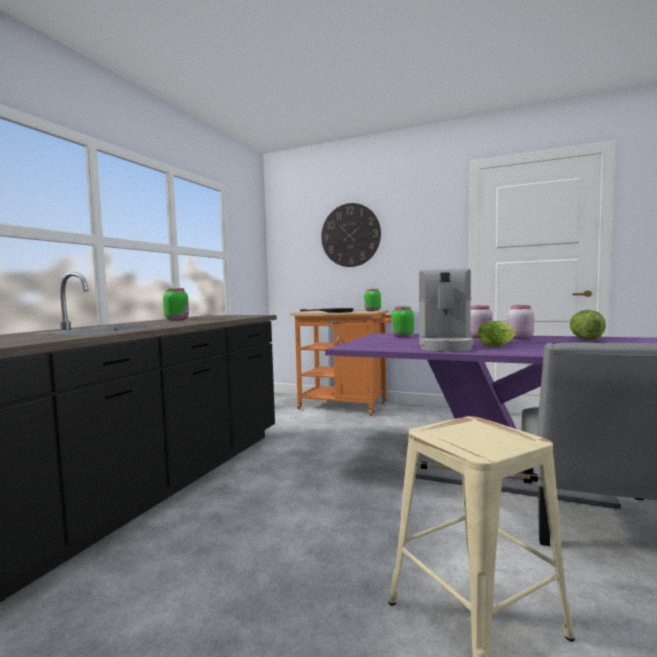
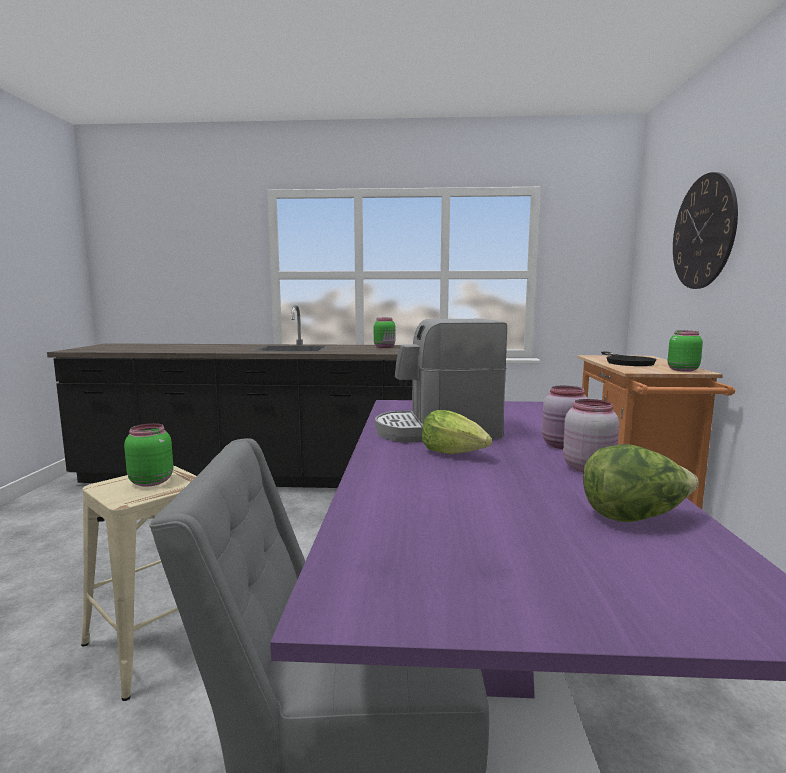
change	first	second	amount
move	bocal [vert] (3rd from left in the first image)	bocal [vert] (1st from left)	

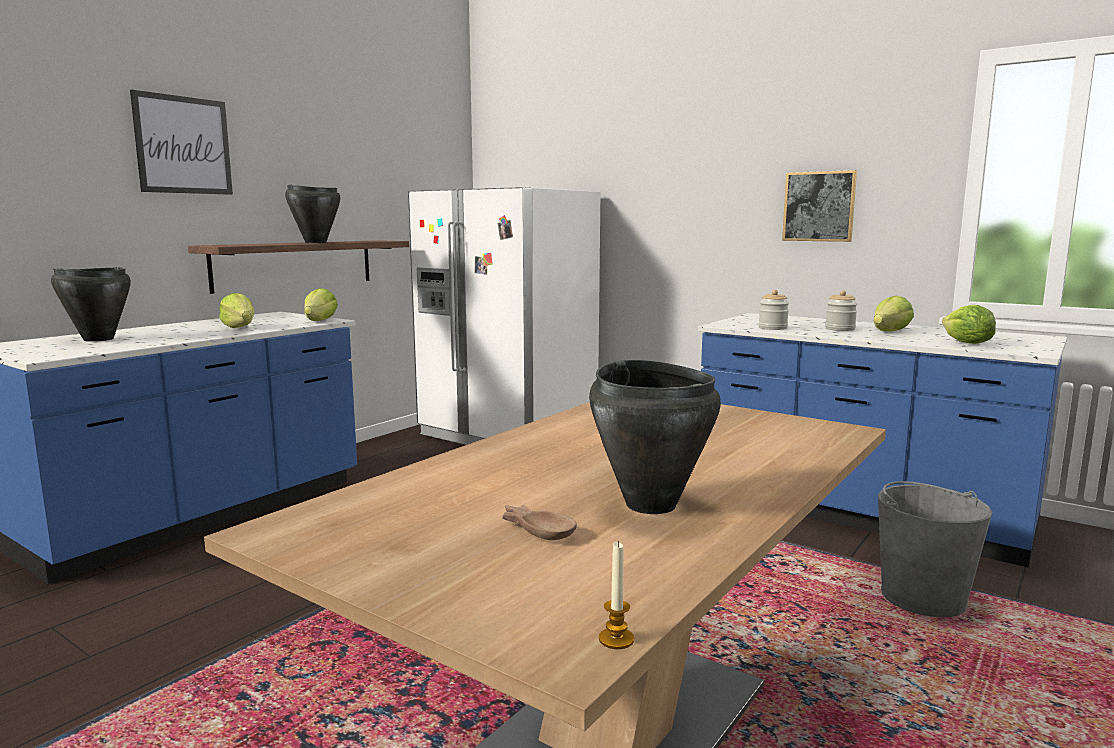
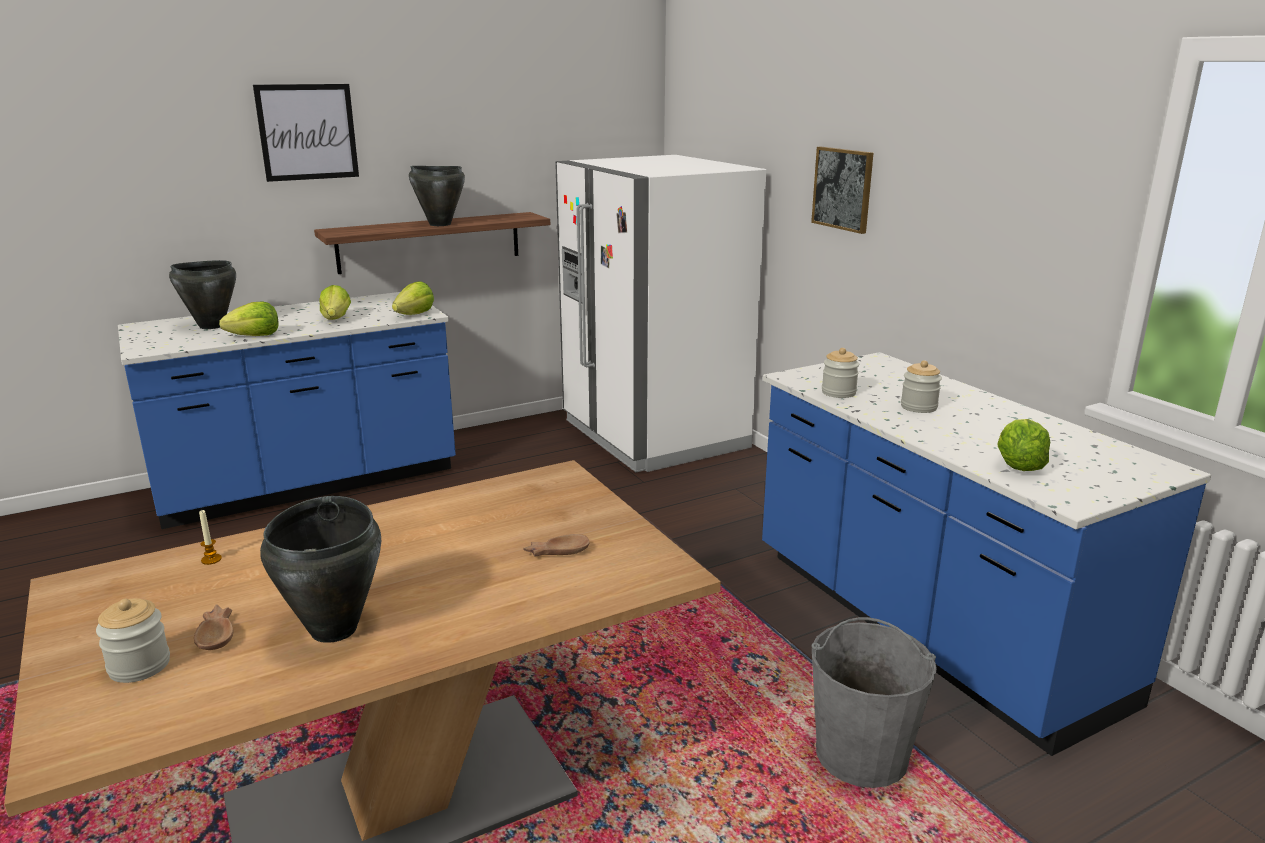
change	first	second	amount
insert		bocal (1st from left)	
insert		bol [marron] (2nd from left)	
move	bougie		
move	tableau (2nd from left)		
move	laitue (3rd from left in the first image)	laitue (1st from left)	

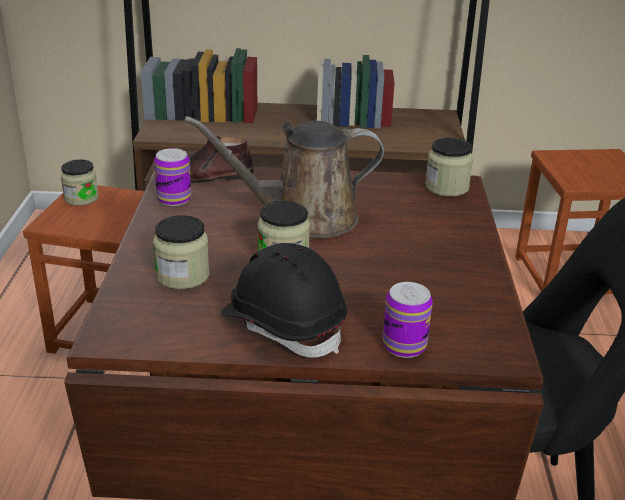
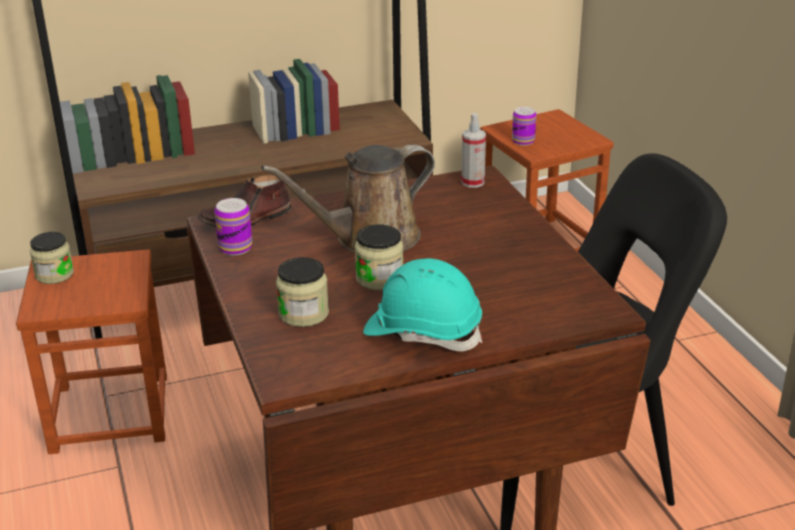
change	first	second	amount
move	boîte métallique (2nd from left)		
replace	bocal (4th from left)	vaporisateur	
recolor	casque de chantier [noir]	casque de chantier [turquoise]	

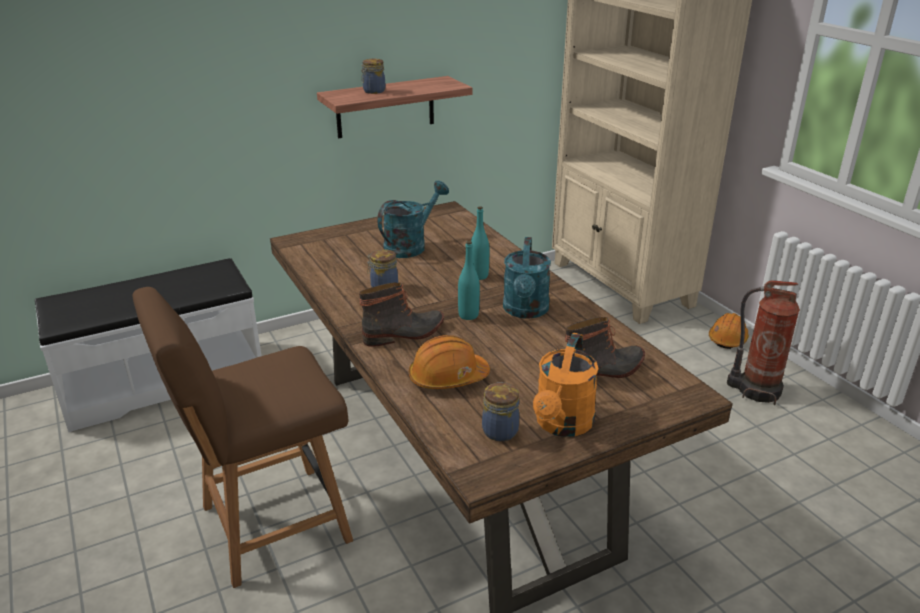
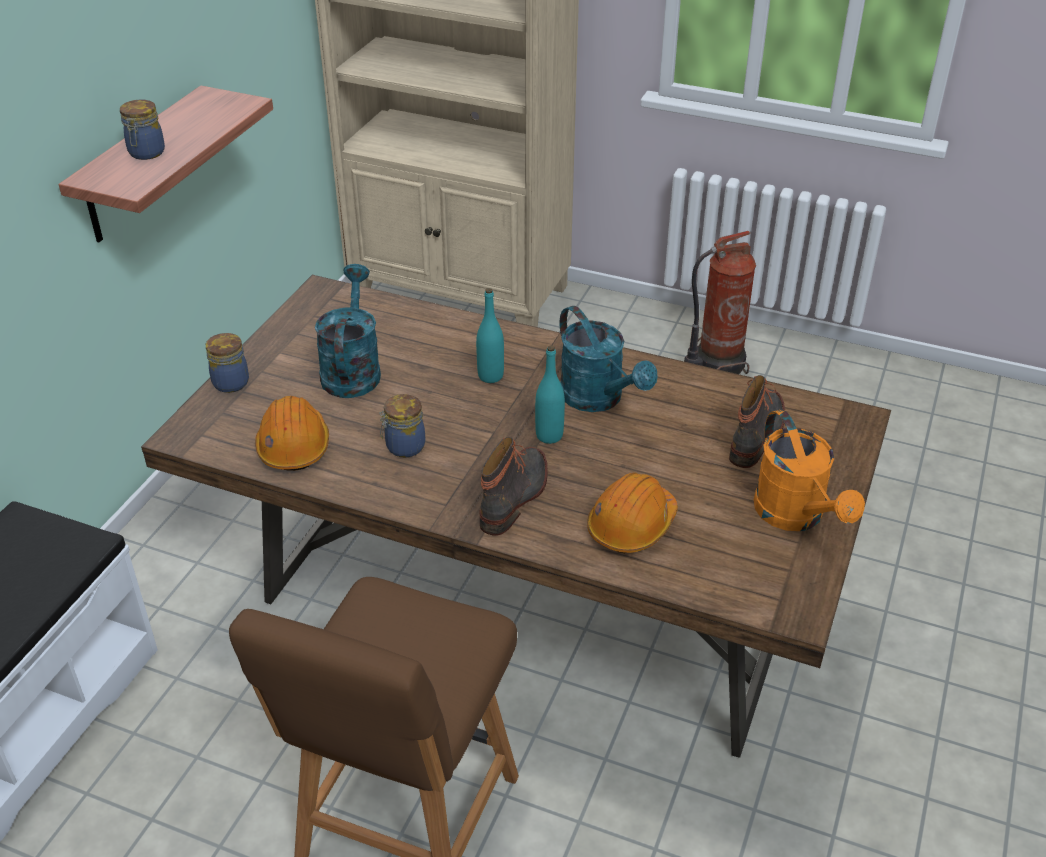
change	first	second	amount
move	bocal (3rd from left in the first image)	bocal (2nd from left)	
move	casque de chantier [orange] (2nd from left in the first image)	casque de chantier [orange] (1st from left)	

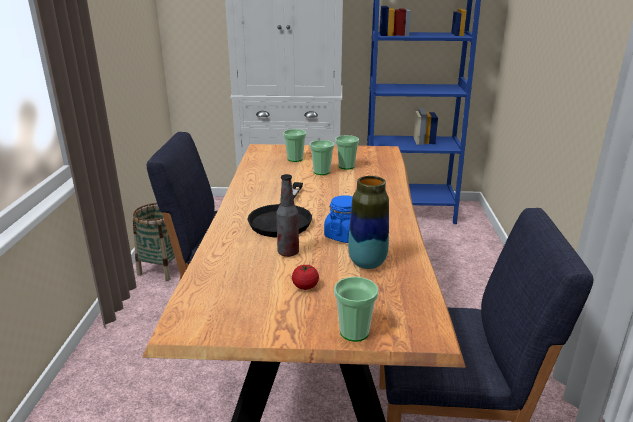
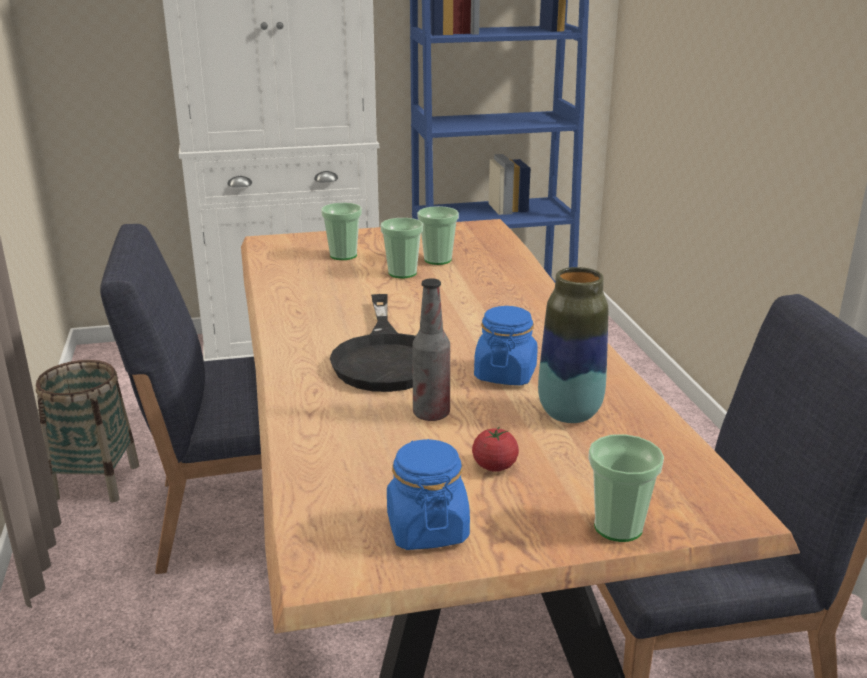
change	first	second	amount
insert		bocal [bleu] (1st from left)	

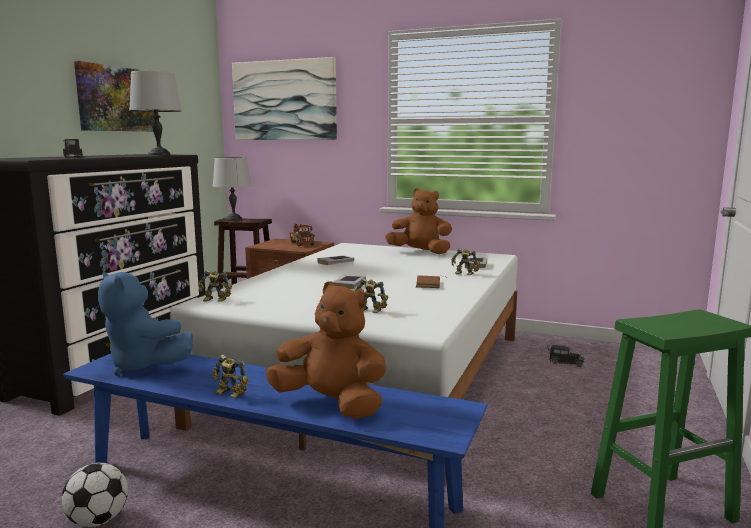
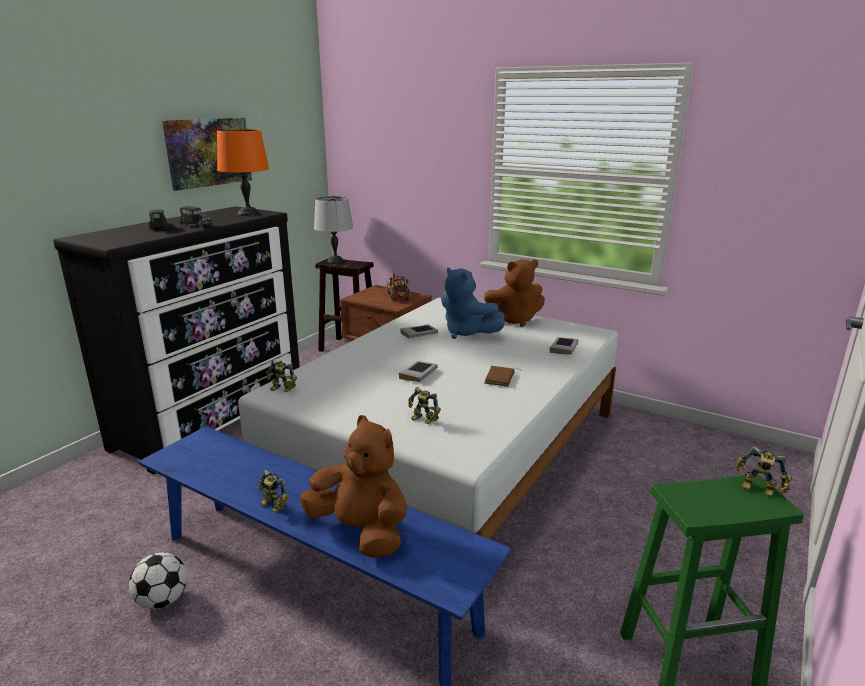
change	first	second	amount
delete	tableau (2nd from left)		
move	peluche [bleu]		
move	robot jouet (4th from left)		
move	camion jouet (3rd from left in the first image)	camion jouet (2nd from left)	
recolor	lampe de table [gris] (1st from left)	lampe de table [orange]	
rotate	peluche [marron] (2nd from left)		135 degrees clockwise

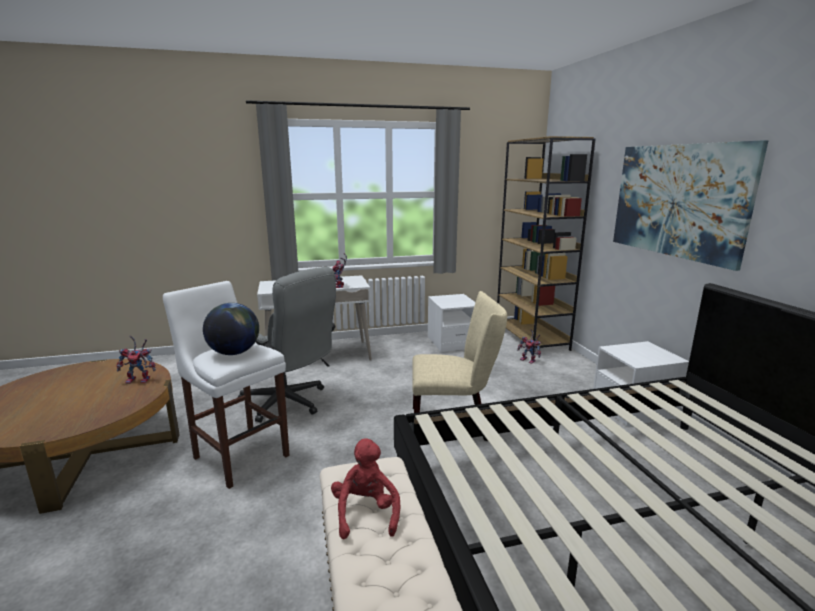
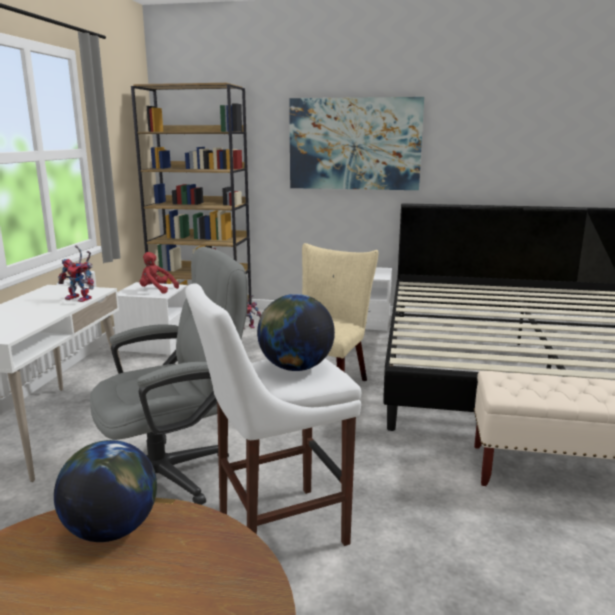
change	first	second	amount
move	peluche [rouge]		
replace	robot jouet (1st from left)	globe (1st from left)	

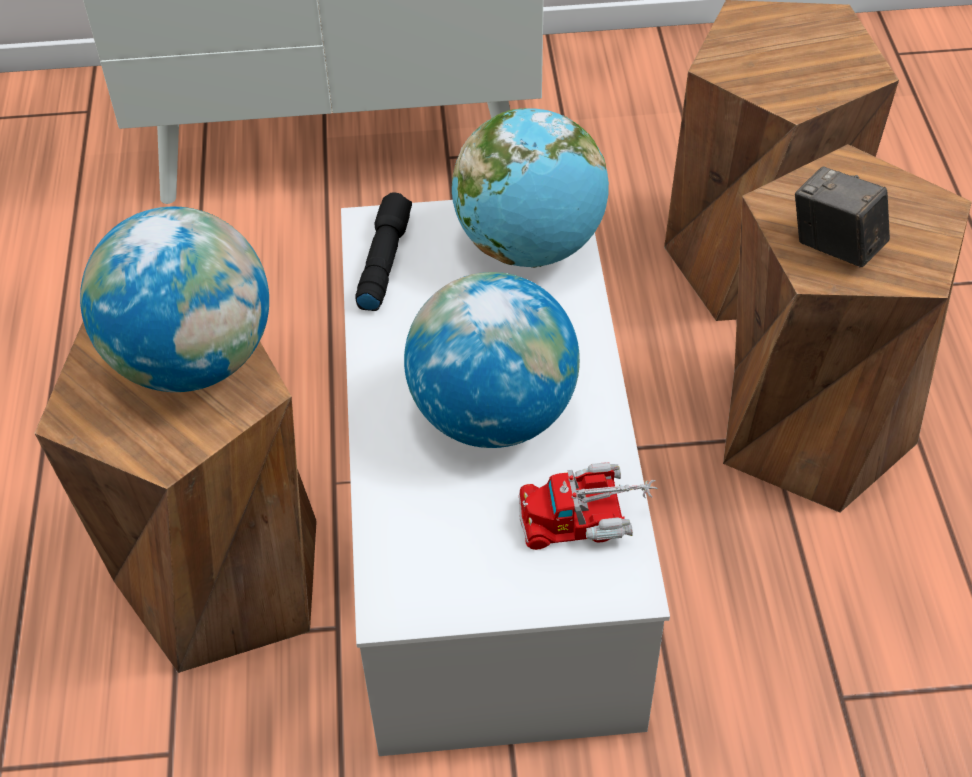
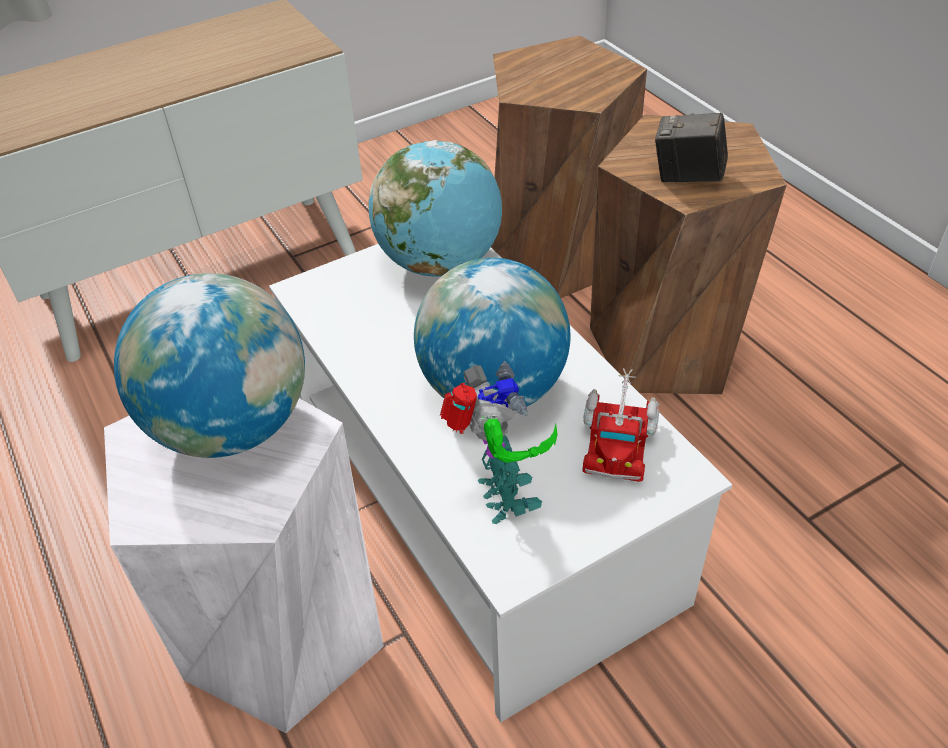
change	first	second	amount
delete	lampe de poche [noir]		
insert		robot jouet	
recolor	tabouret [marron] (1st from left)	tabouret [blanc]	
rotate	camion jouet		45 degrees counterclockwise

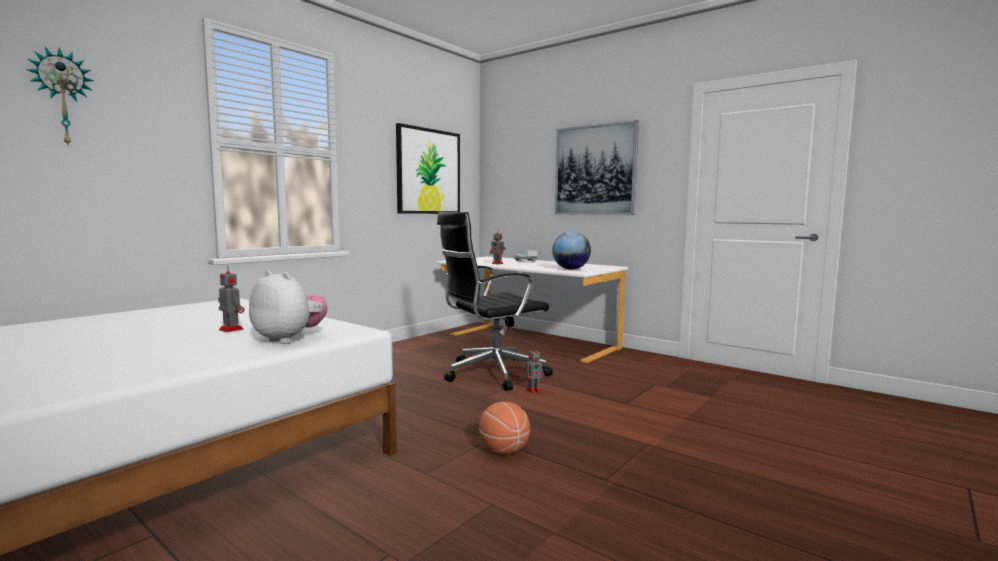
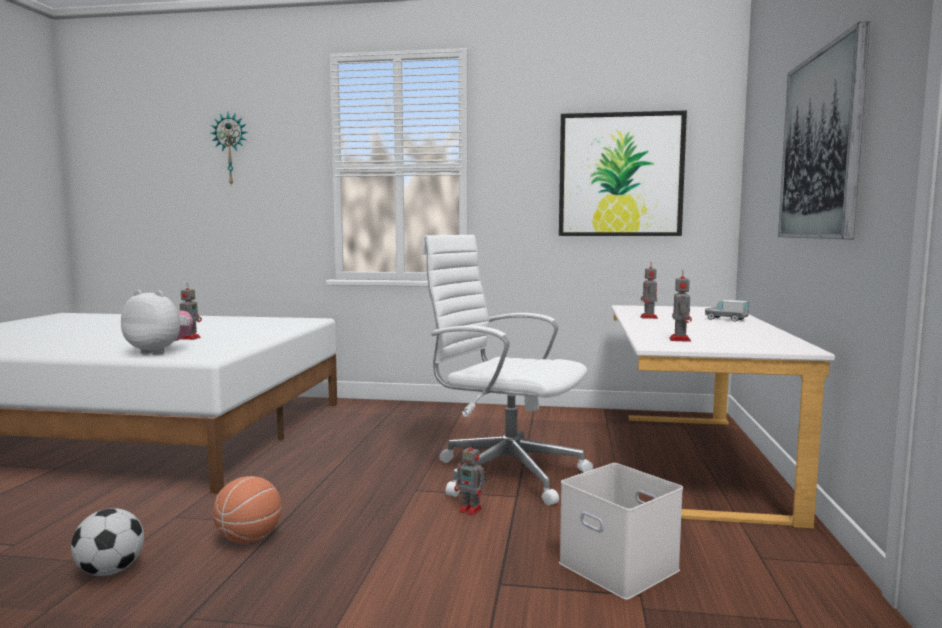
change	first	second	amount
insert		ballon de foot	
insert		boîte de rangement [blanc]	
replace	globe	robot jouet (4th from left)	
recolor	chaise de bureau [noir]	chaise de bureau [blanc]	
rotate	peluche		75 degrees counterclockwise

